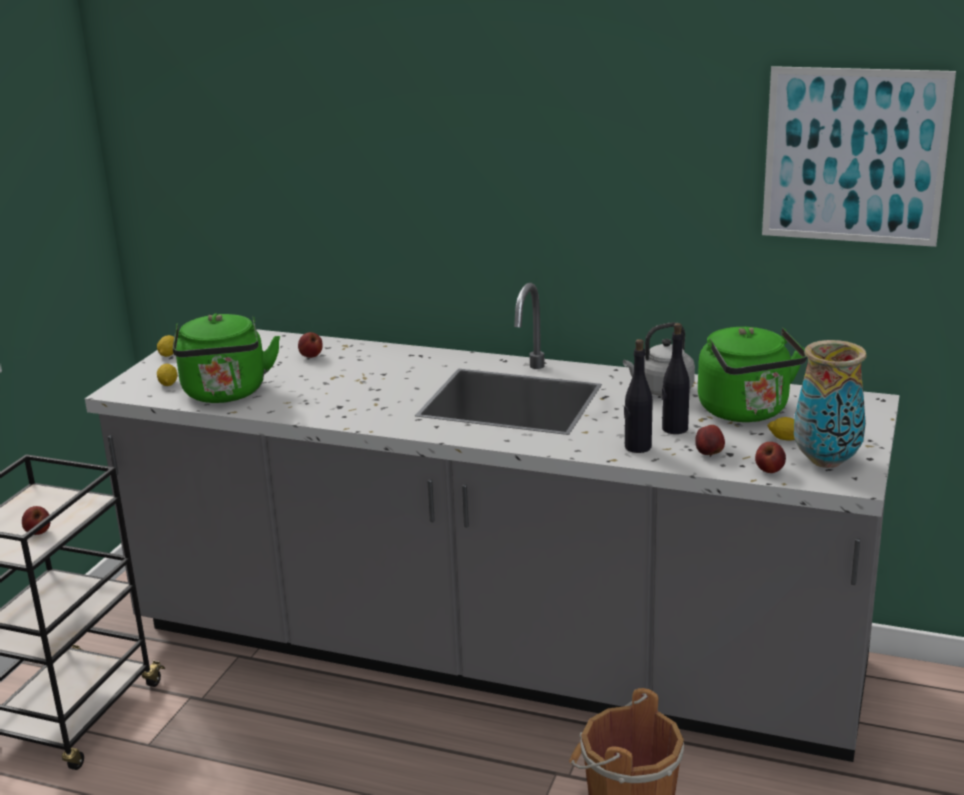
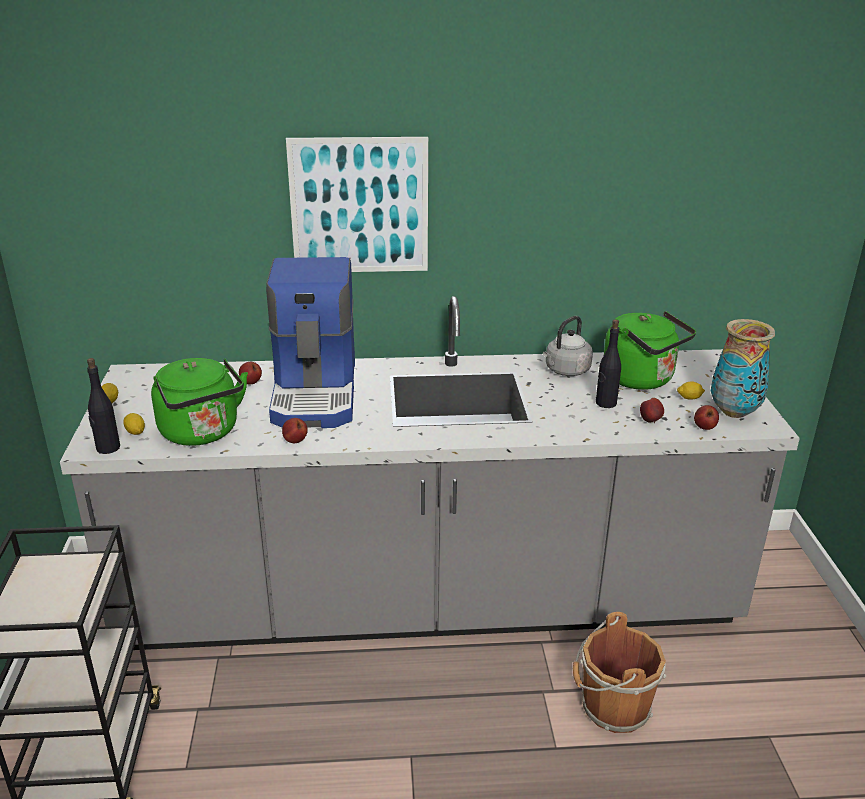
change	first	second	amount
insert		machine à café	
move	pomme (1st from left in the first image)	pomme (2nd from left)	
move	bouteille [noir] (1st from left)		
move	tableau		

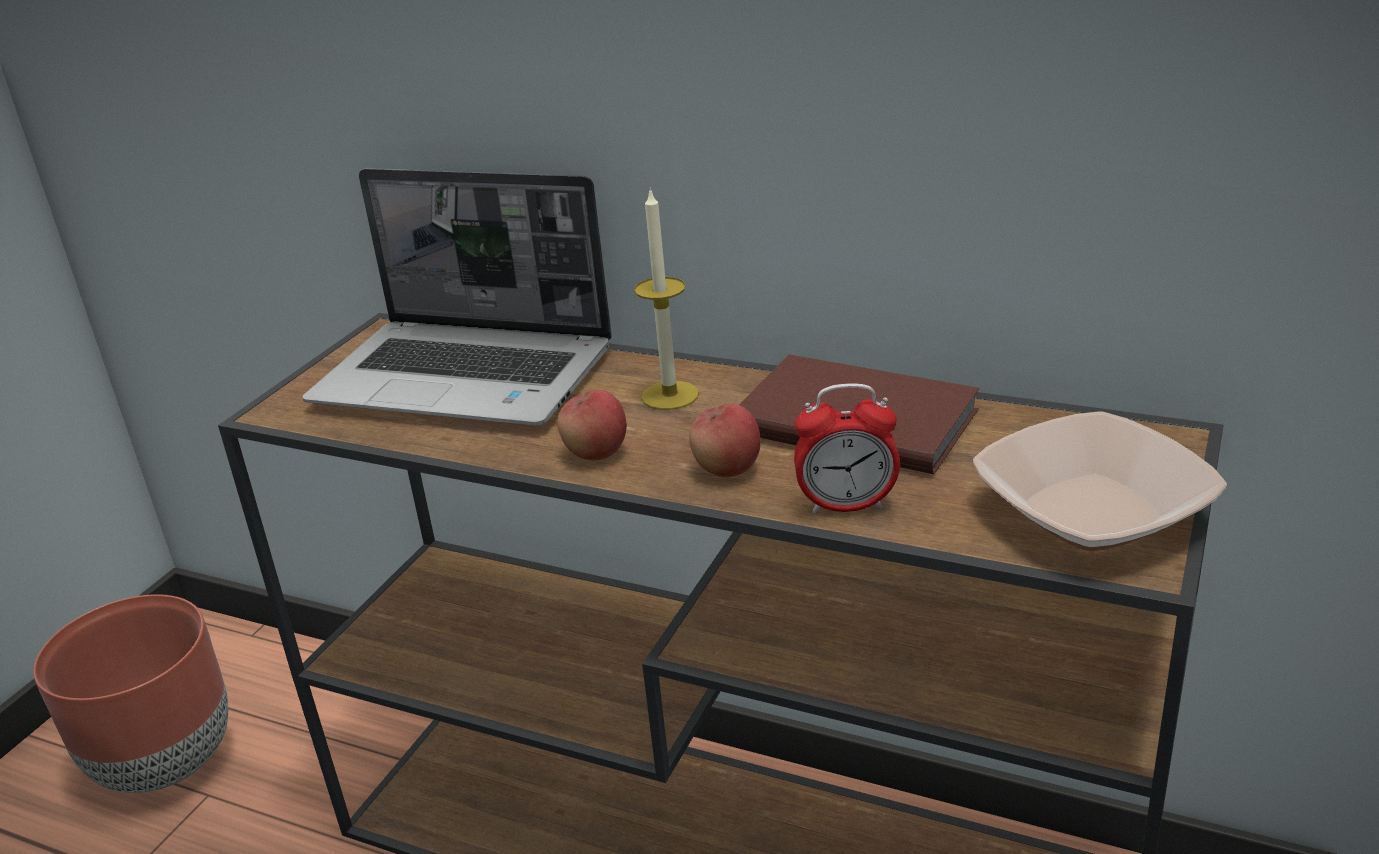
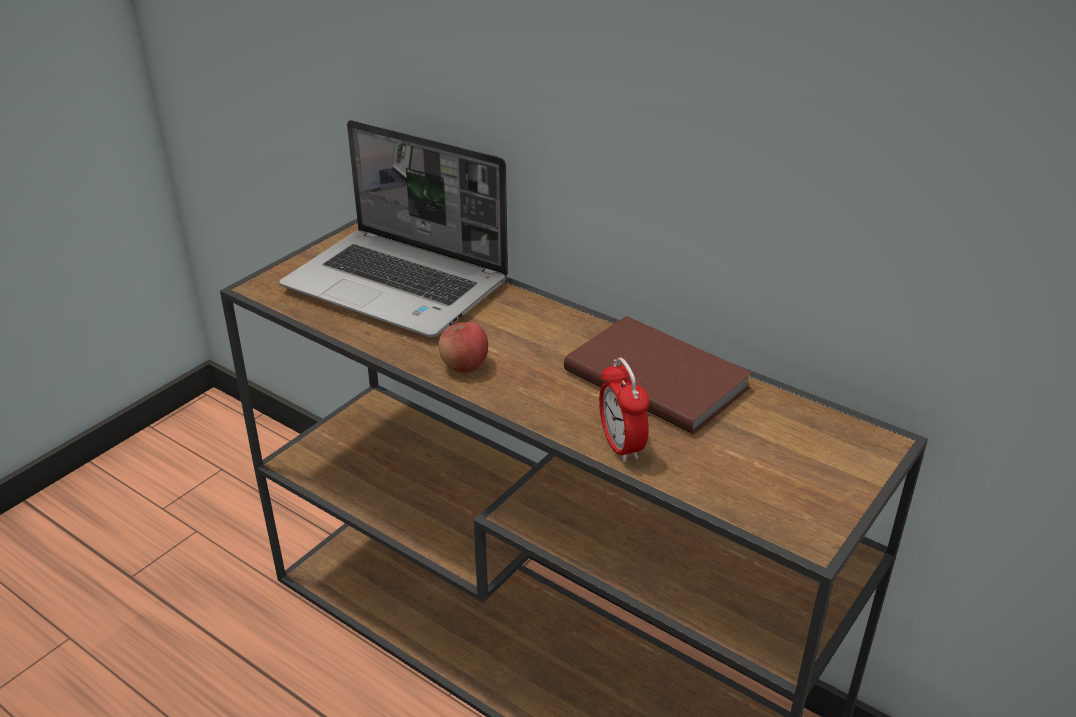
change	first	second	amount
delete	cache-pot [marron]		
delete	bougie		
delete	pomme (2nd from left)		
delete	bol		
rotate	réveil		60 degrees clockwise

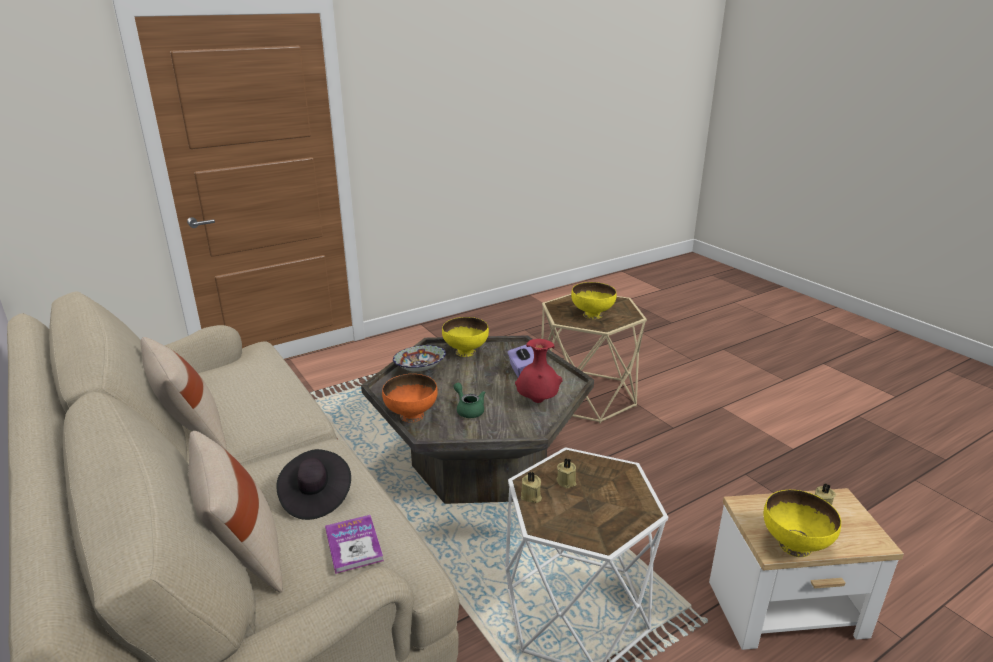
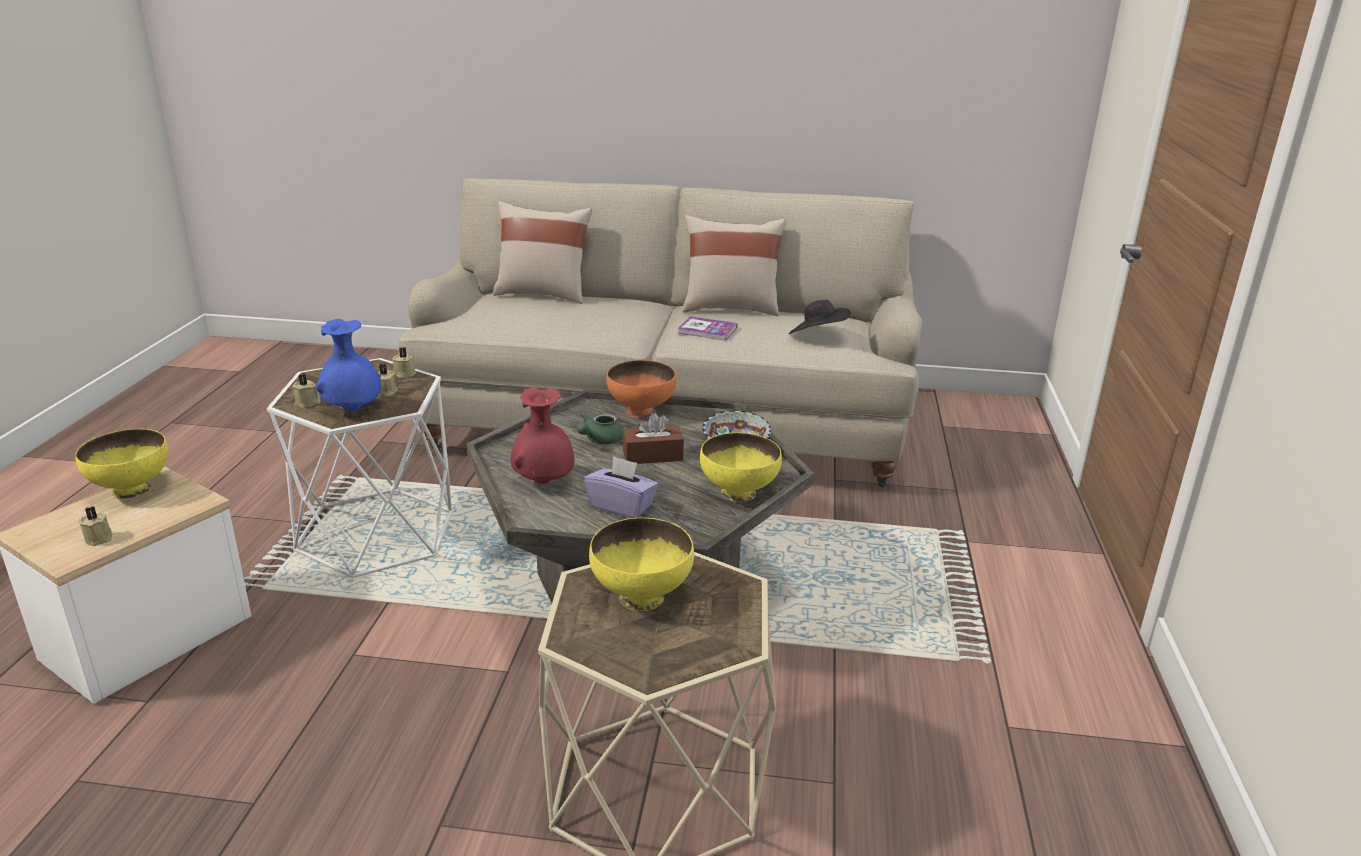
change	first	second	amount
insert		bougie [beige] (2nd from left)	
insert		vase [bleu]	
insert		boîte à mouchoirs [marron]	
move	chapeau [noir]		
move	livre		
rotate	théière [vert]		120 degrees clockwise

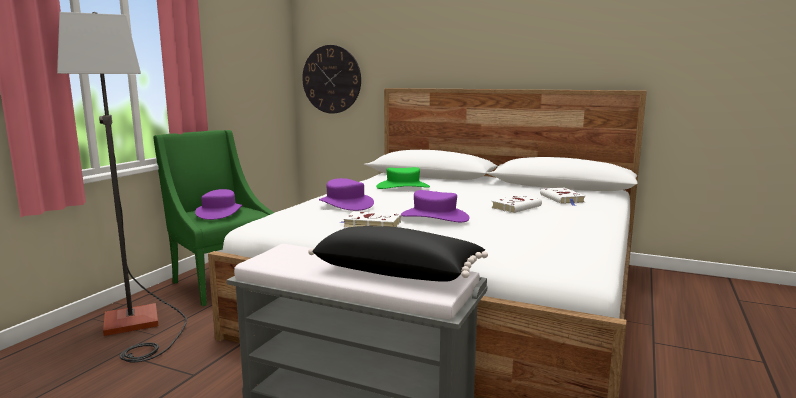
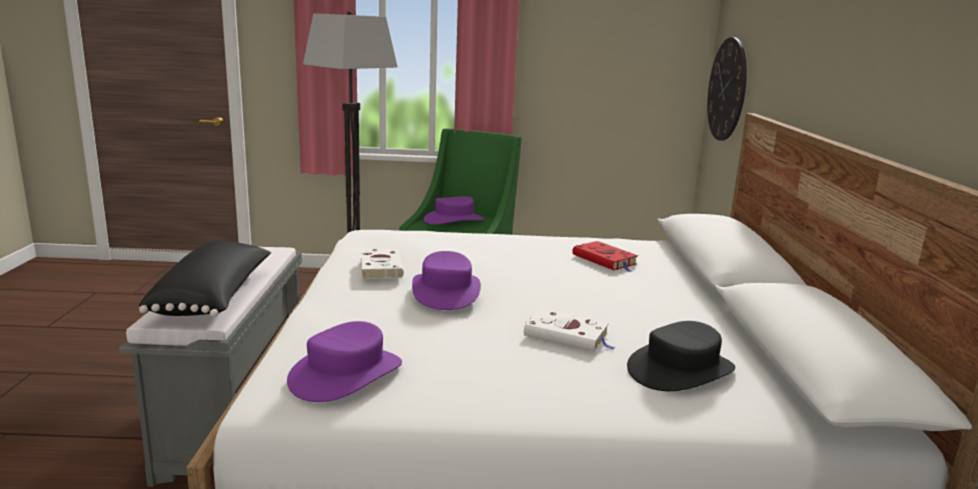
change	first	second	amount
move	chapeau [violet] (2nd from left in the first image)	chapeau [violet] (1st from left)	
replace	chapeau [vert]	livre [rouge]	
replace	livre [blanc] (3rd from left)	chapeau [noir]	

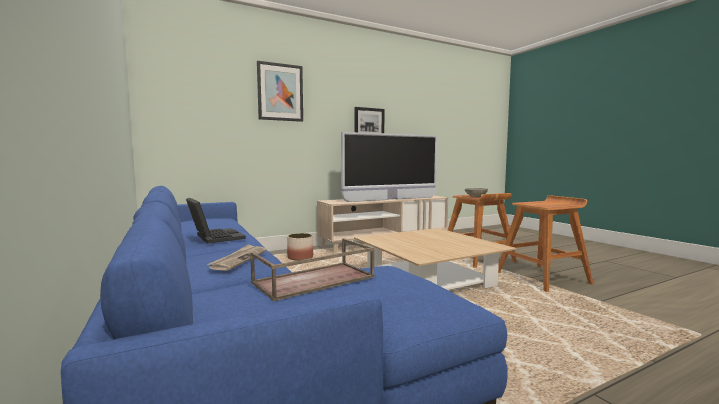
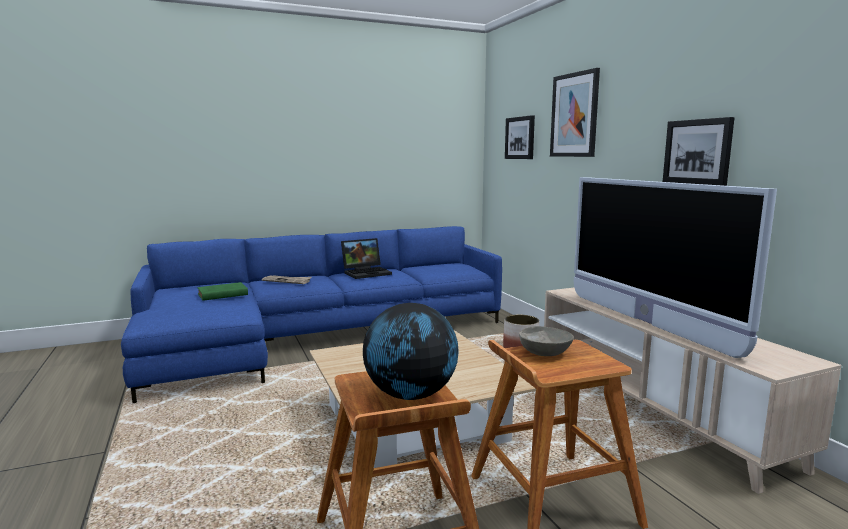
change	first	second	amount
insert		globe	
insert		tableau (1st from left)	
replace	plateau [marron]	livre [vert]	

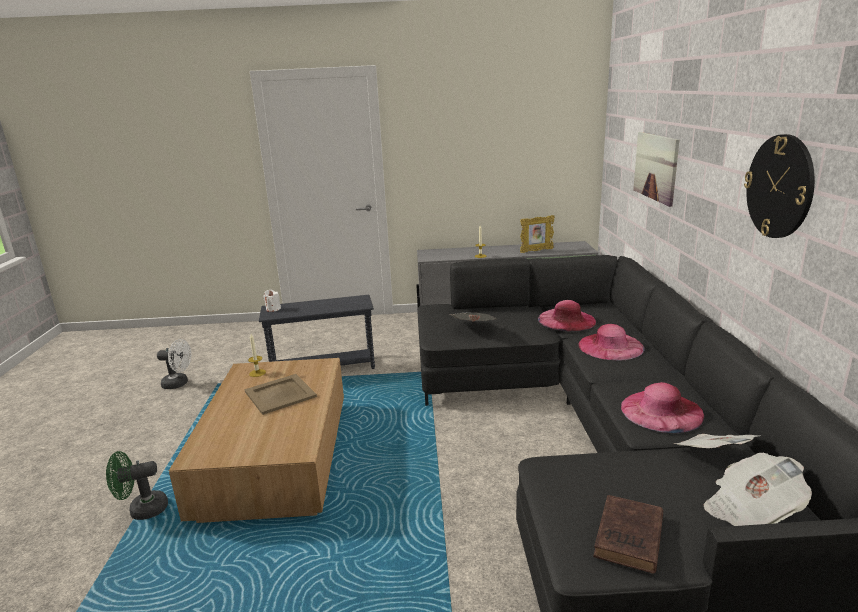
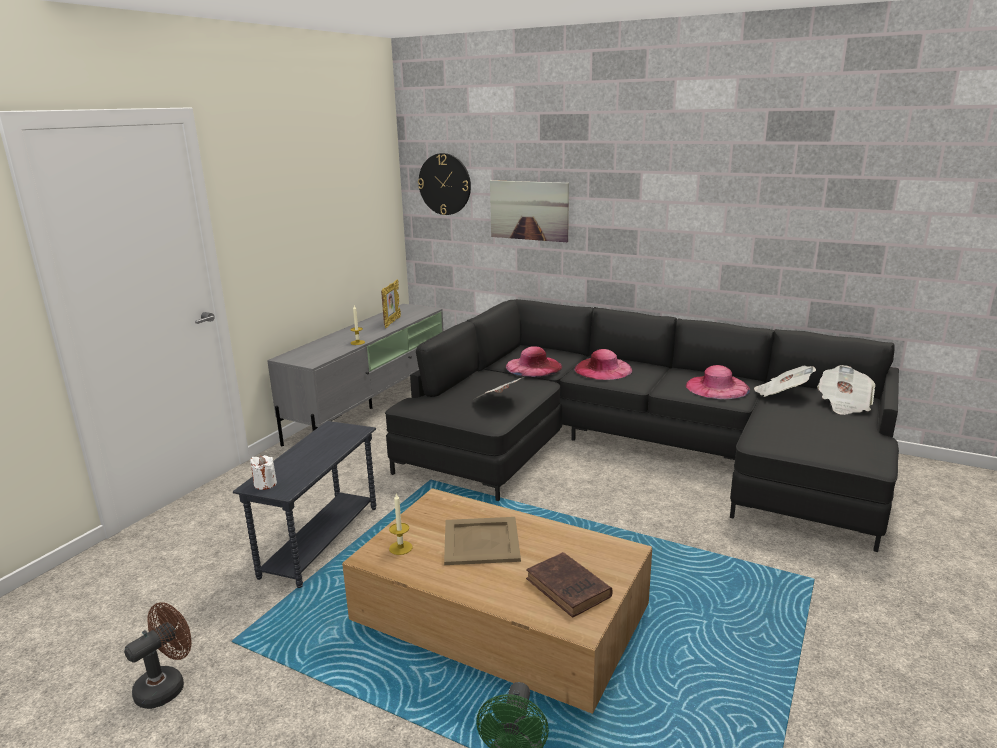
change	first	second	amount
move	livre [marron]		
move	horloge murale		
recolor	ventilateur [blanc]	ventilateur [marron]	

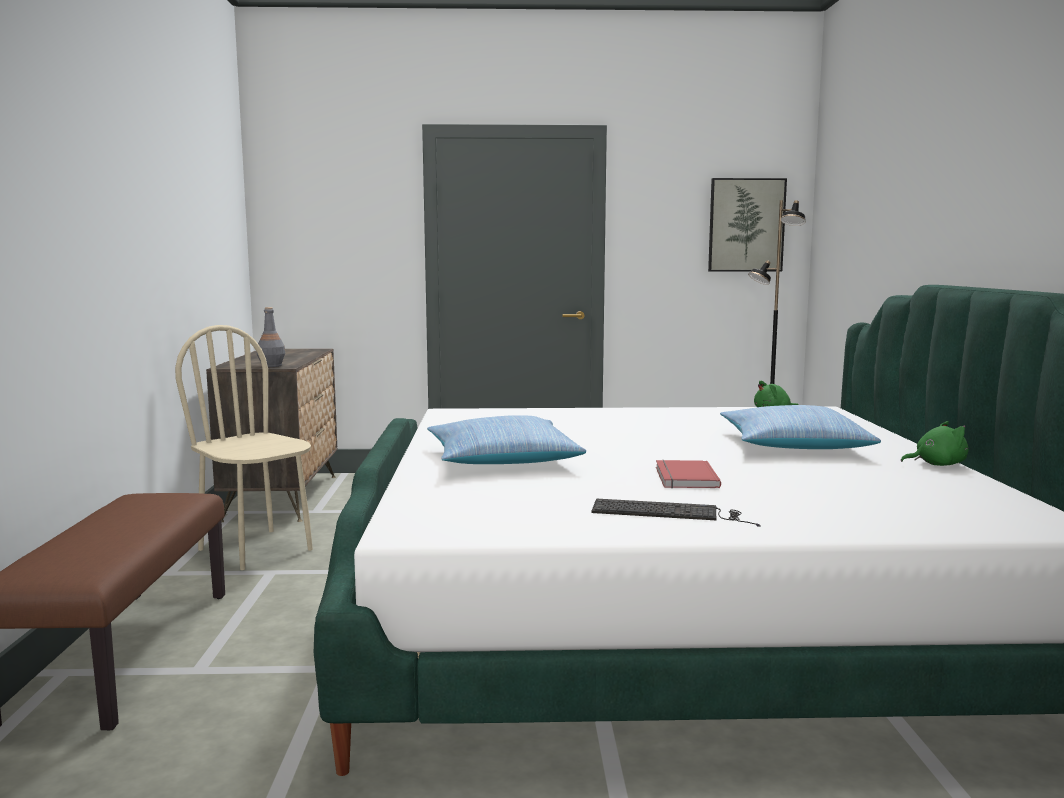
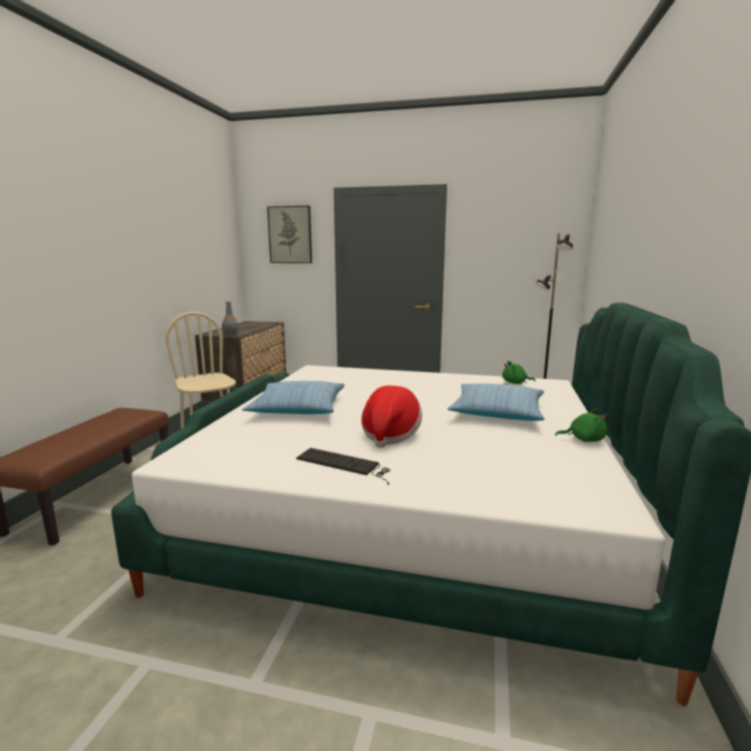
change	first	second	amount
move	tableau		
replace	livre [rouge]	chapeau	

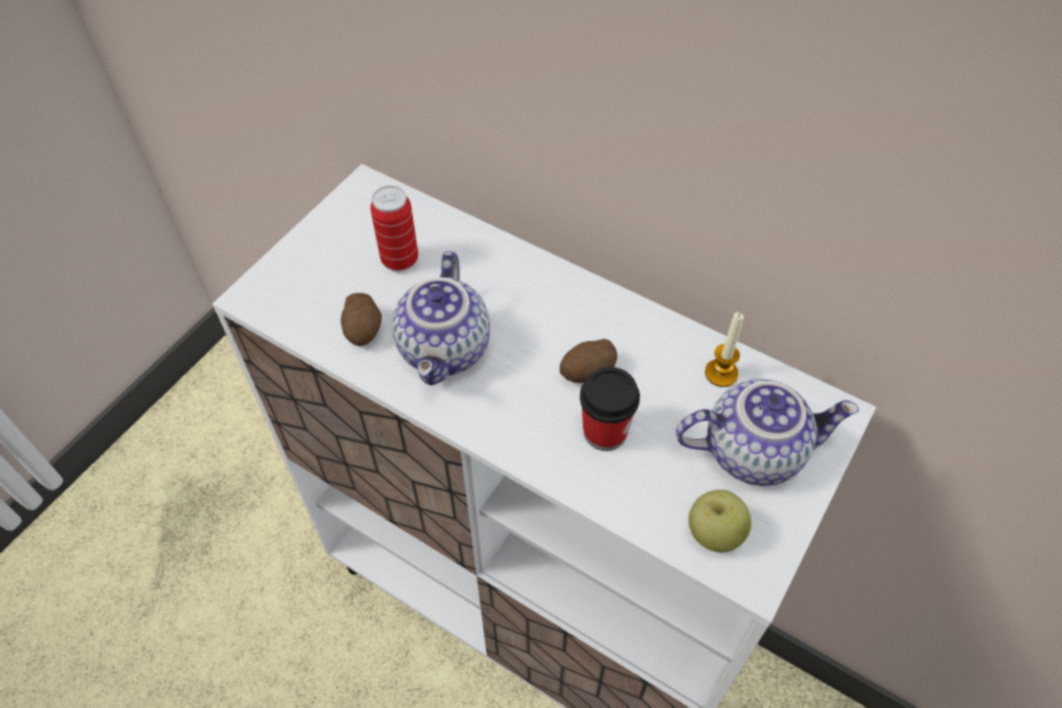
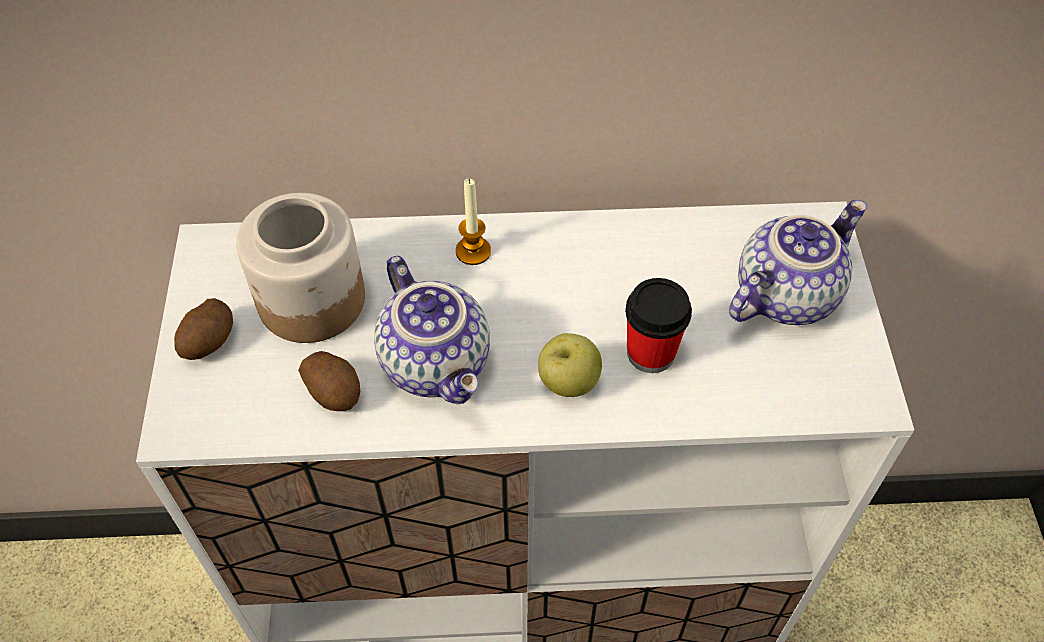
change	first	second	amount
move	pomme de terre (2nd from left in the first image)	pomme de terre (1st from left)	
move	pomme		
move	bougie		
replace	boîte métallique	bocal	

